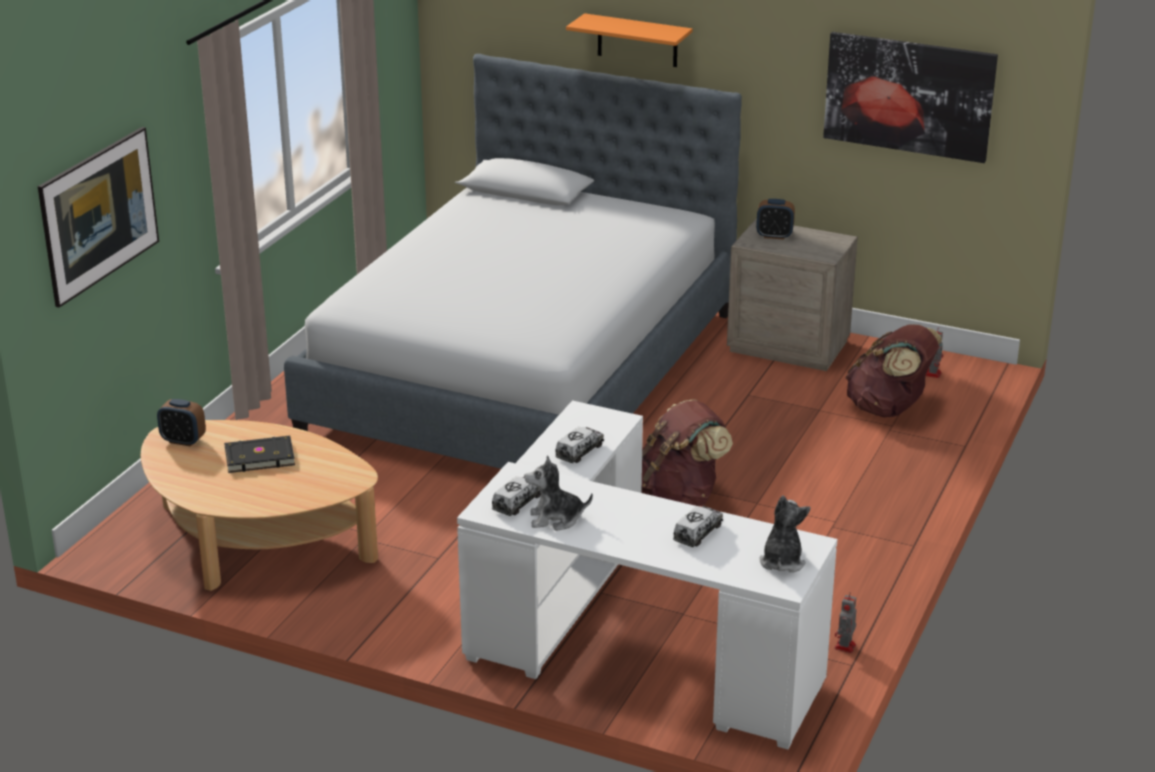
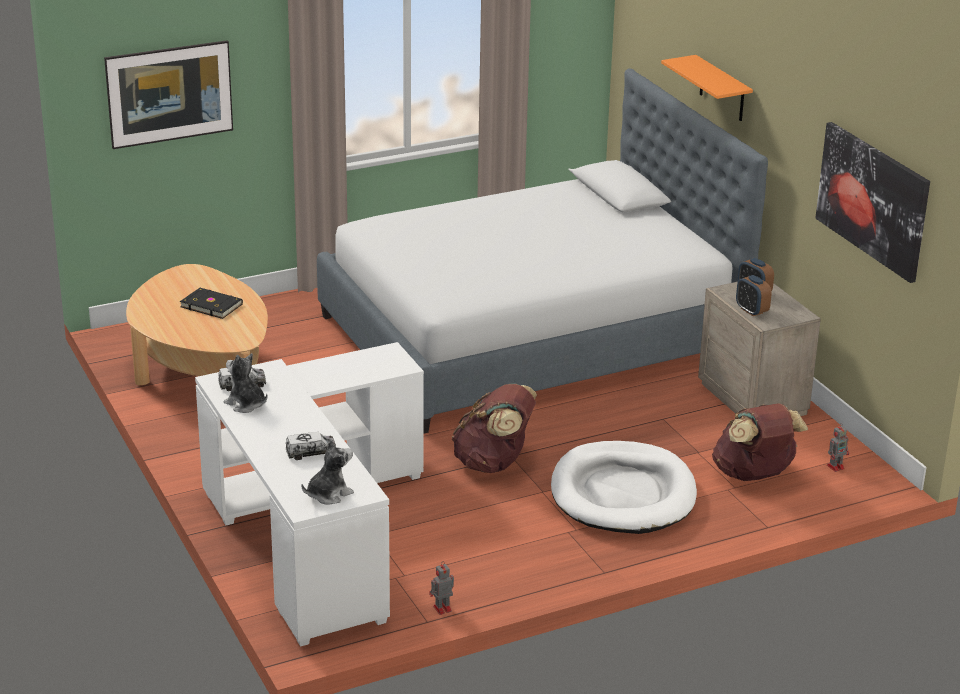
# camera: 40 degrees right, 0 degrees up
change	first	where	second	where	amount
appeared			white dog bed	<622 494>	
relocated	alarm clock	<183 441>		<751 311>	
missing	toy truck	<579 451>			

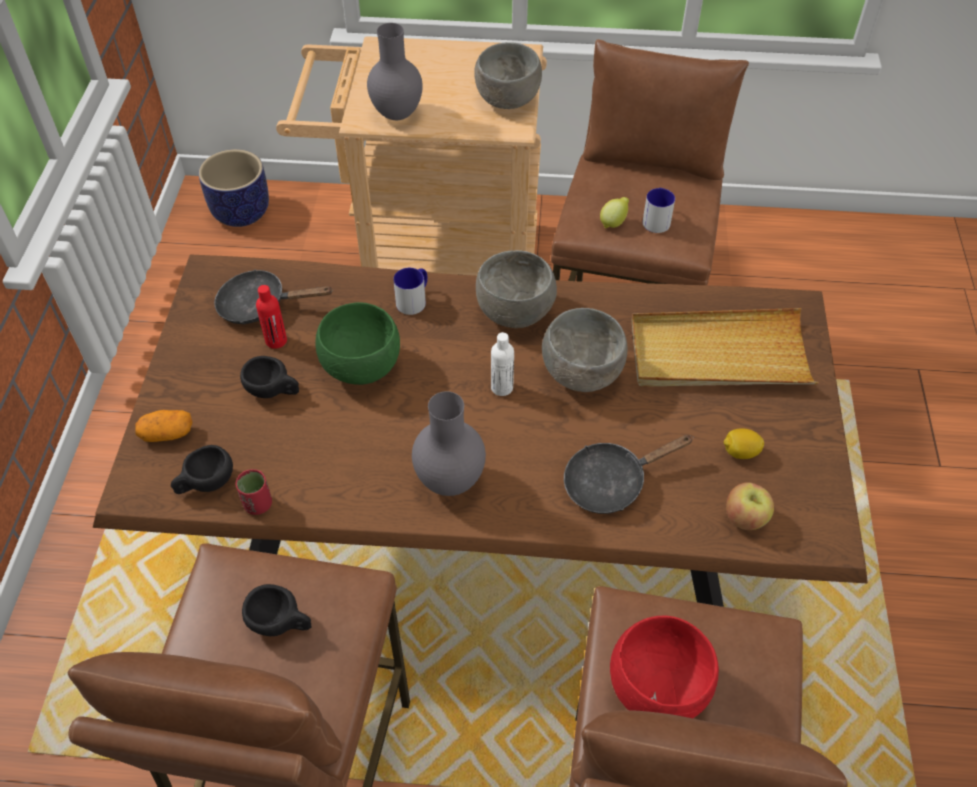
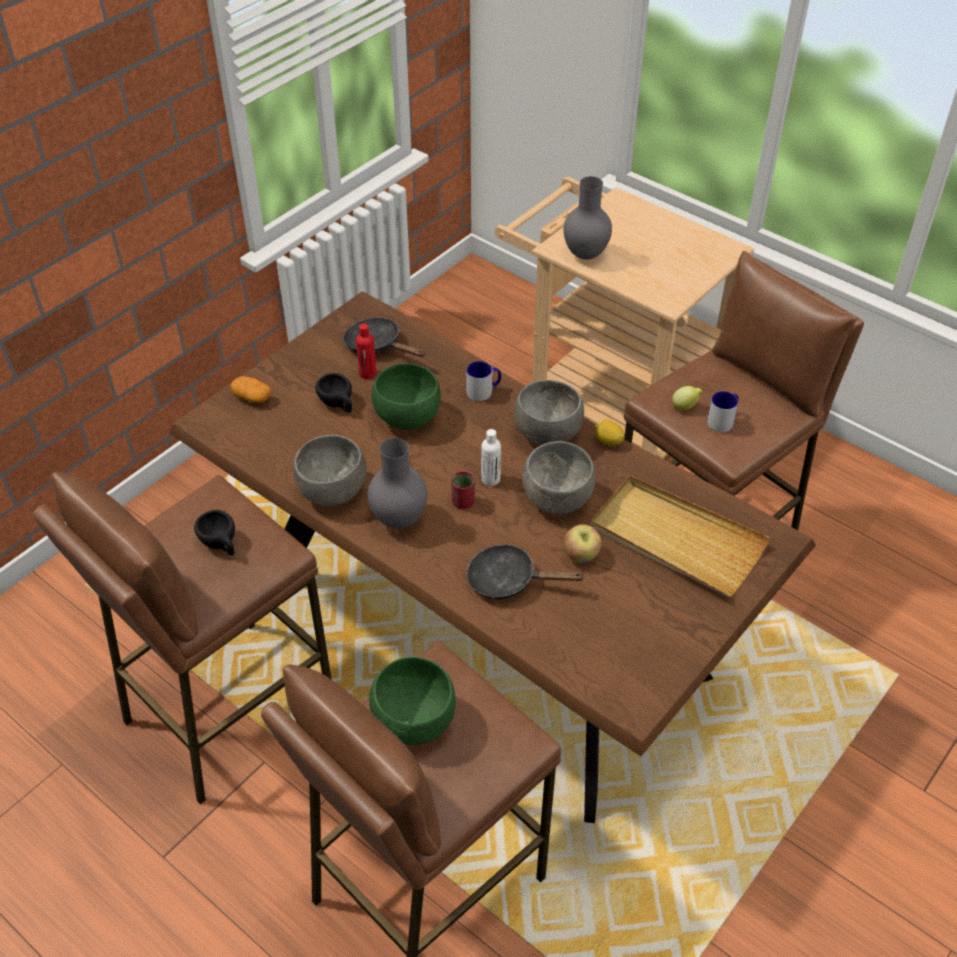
# camera: 35 degrees right, 5 degrees down
change	first	where	second	where	amount
relocated	grey bowl	<506 100>		<332 491>	
colour	red bowl	<657 690>	green bowl	<413 722>	
relocated	red cup	<258 504>		<463 502>	
relocated	apple	<745 518>		<581 555>	
relocated	lemon	<740 452>		<608 441>	
missing	black cup	<205 484>			
missing	planter	<242 212>			

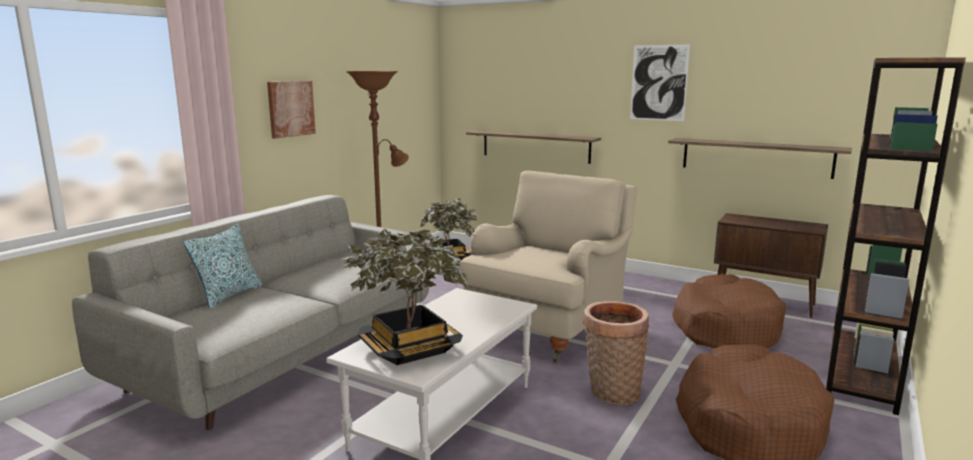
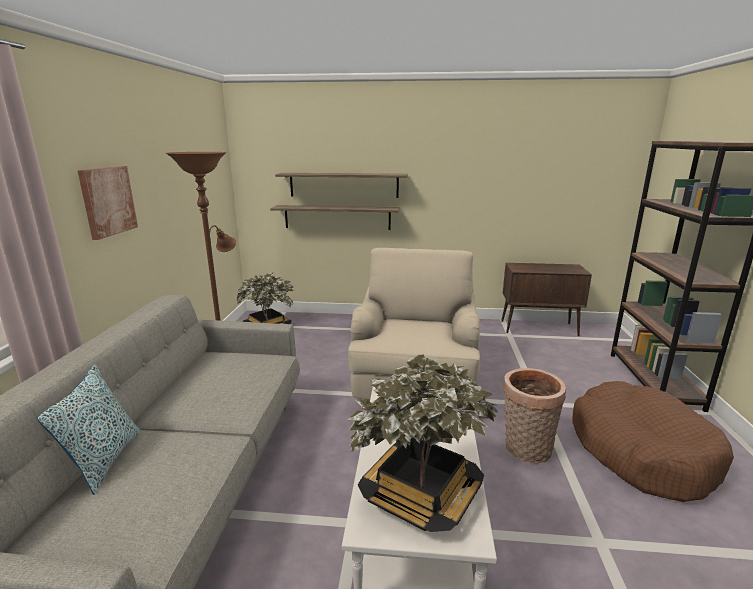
# camera: 25 degrees left, 5 degrees up
change	first	where	second	where	amount
relocated	shelf	<756 157>		<344 185>	
missing	picture	<659 83>			
missing	brown dog bed	<725 328>			

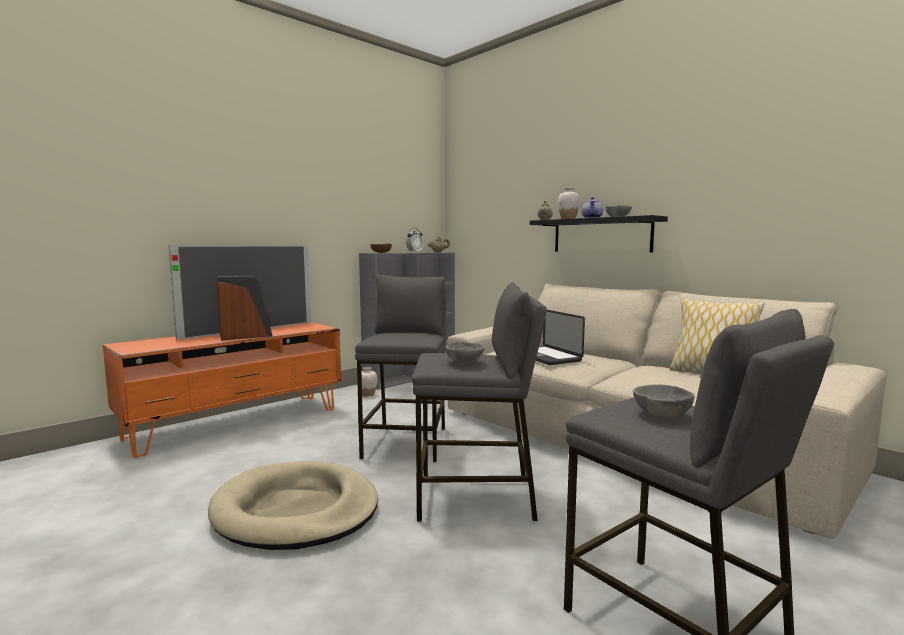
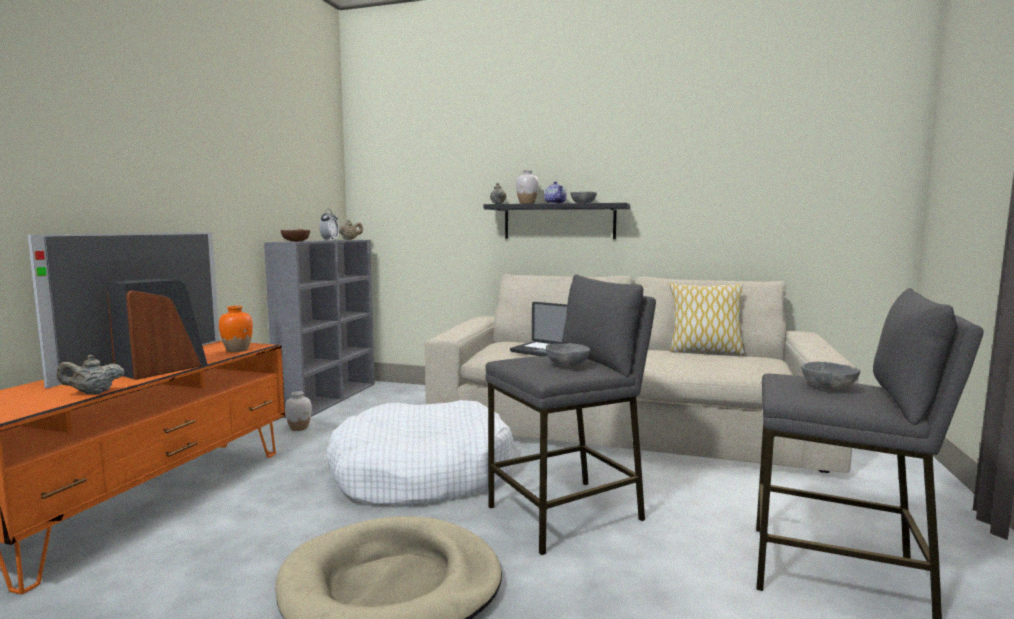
# camera: 30 degrees left, 0 degrees up
change	first	where	second	where	amount
appeared			beige teapot	<93 393>	
appeared			orange vase	<237 350>	
exchanged	grey stool	<407 442>	white dog bed	<422 474>	

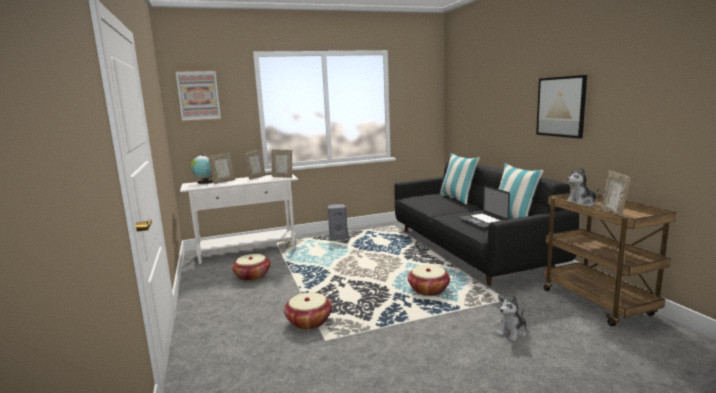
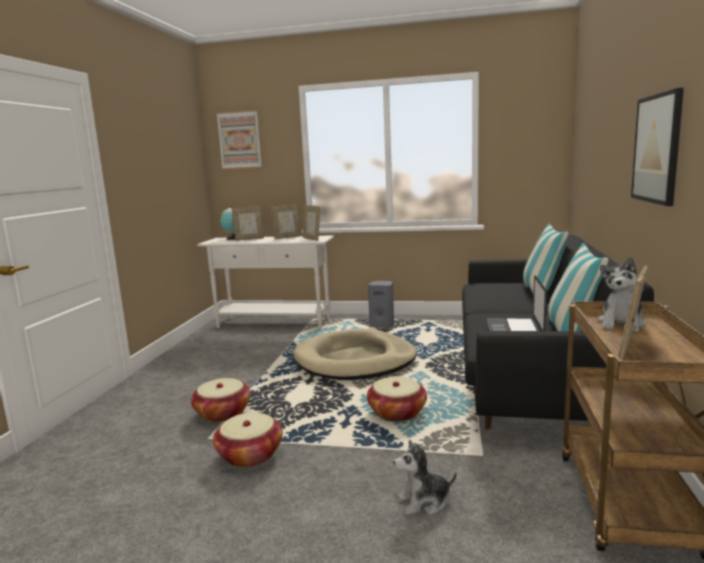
# camera: 30 degrees right, 0 degrees up
change	first	where	second	where	amount
relocated	basket	<252 276>		<250 455>	
appeared			beige dog bed	<355 360>	
spun	plush toy	<581 204>		<621 323>	75 degrees counterclockwise

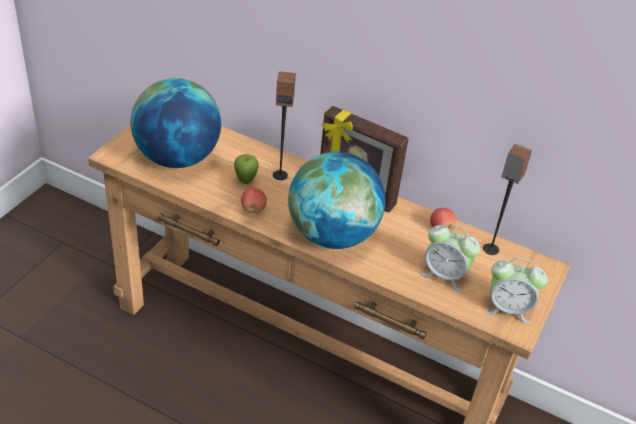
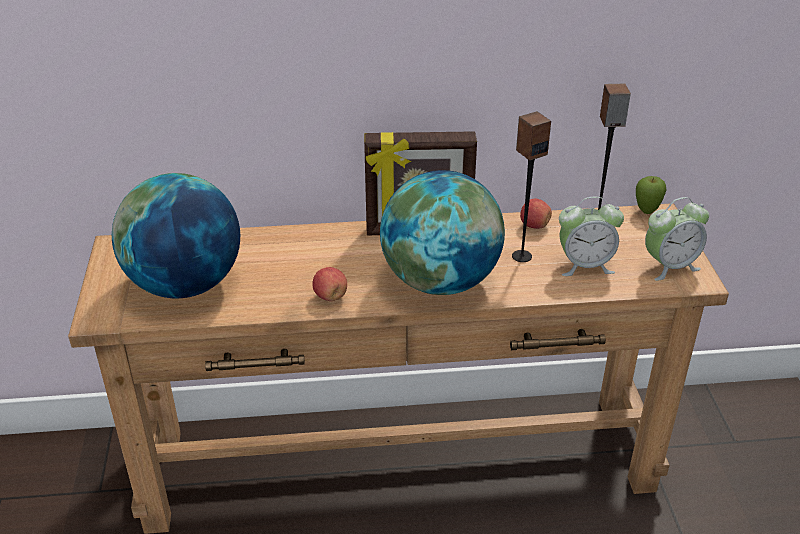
# camera: 30 degrees left, 5 degrees down
change	first	where	second	where	amount
relocated	speaker	<280 175>		<521 256>	
relocated	apple	<245 181>		<646 211>	

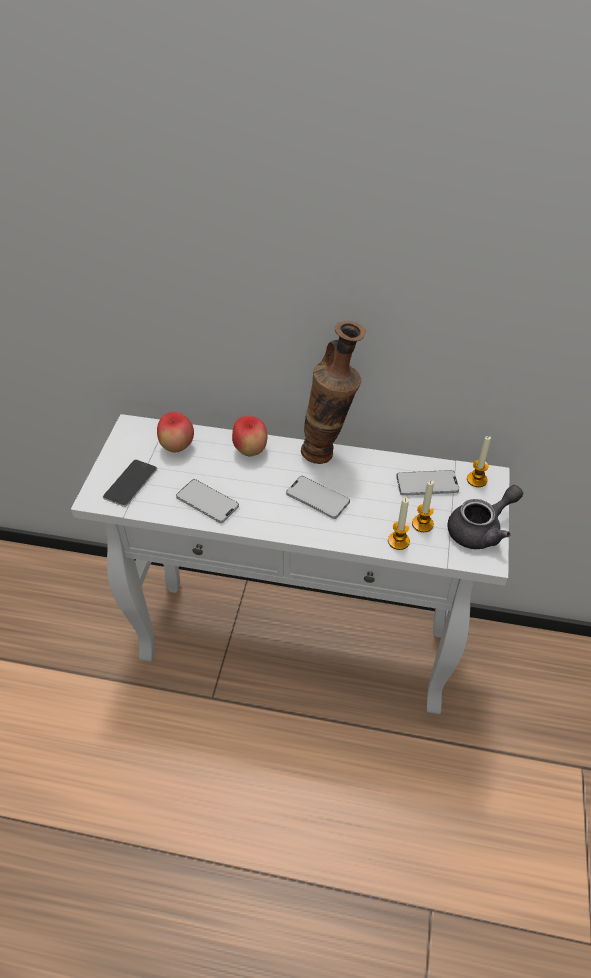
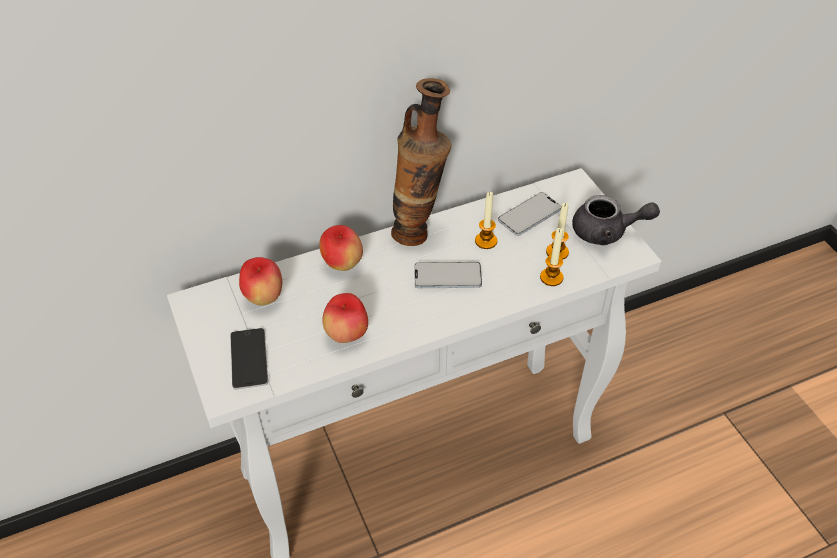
# camera: 35 degrees left, 0 degrees up
change	first	where	second	where	amount
exchanged	phone	<207 502>	apple	<347 335>	
relocated	candle	<476 480>		<486 241>	
spun	grey teapot	<480 529>		<607 232>	75 degrees clockwise

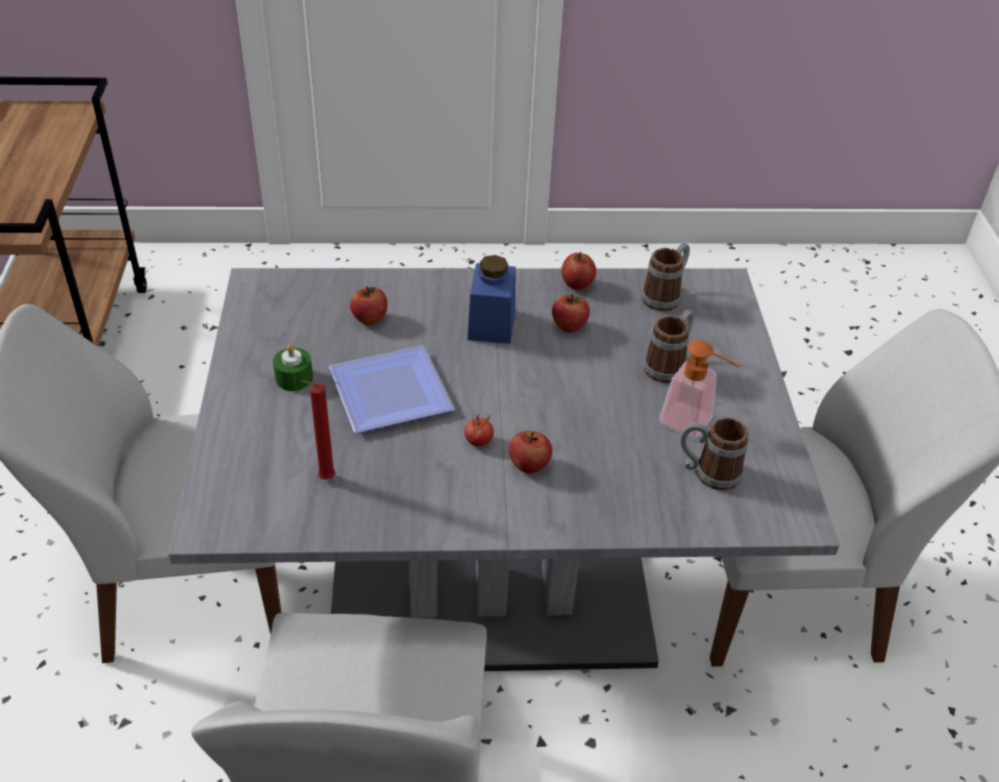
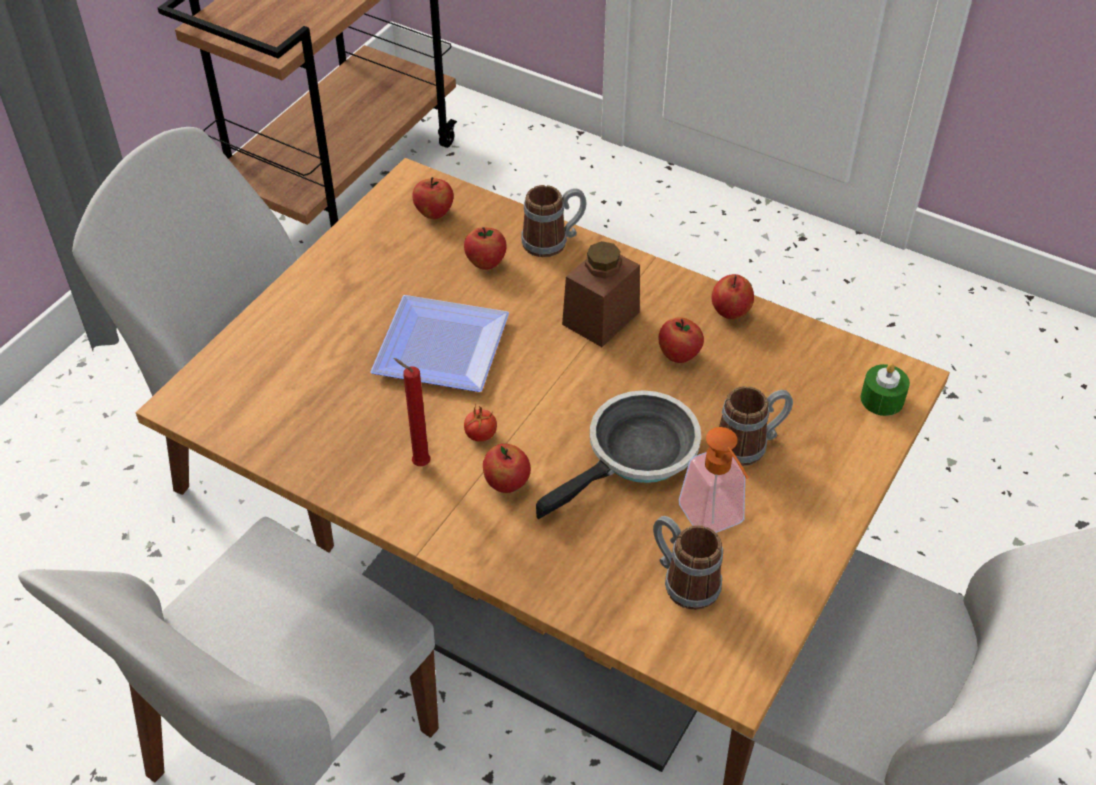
# camera: 35 degrees right, 5 degrees up
change	first	where	second	where	amount
colour	grey dining table	<490 597>	brown dining table	<548 609>	
relocated	red candle	<324 478>		<418 463>	
appeared			apple	<434 213>	
relocated	mug	<665 296>		<553 241>	
appeared			frying pan	<636 455>	
colour	blue jar	<491 324>	brown jar	<601 318>	
relocated	green candle	<294 378>		<882 399>	

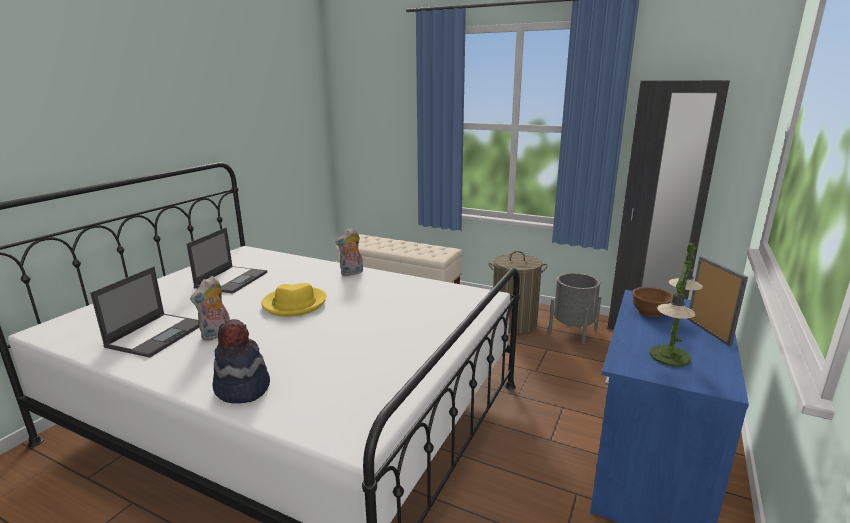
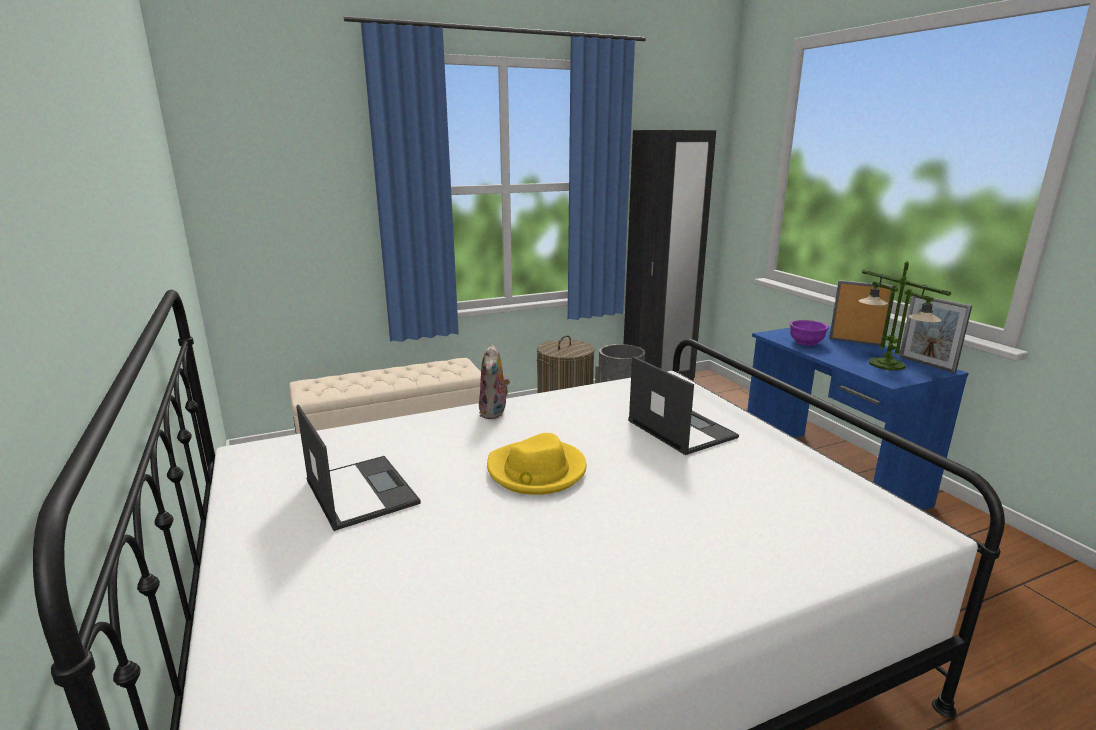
# camera: 50 degrees left, 0 degrees up
change	first	where	second	where	amount
relocated	laptop	<157 334>		<680 428>	
colour	brown bowl	<650 312>	purple bowl	<806 342>	
appeared			picture frame	<926 364>	
missing	plush toy	<217 335>			
missing	hat	<242 388>			

